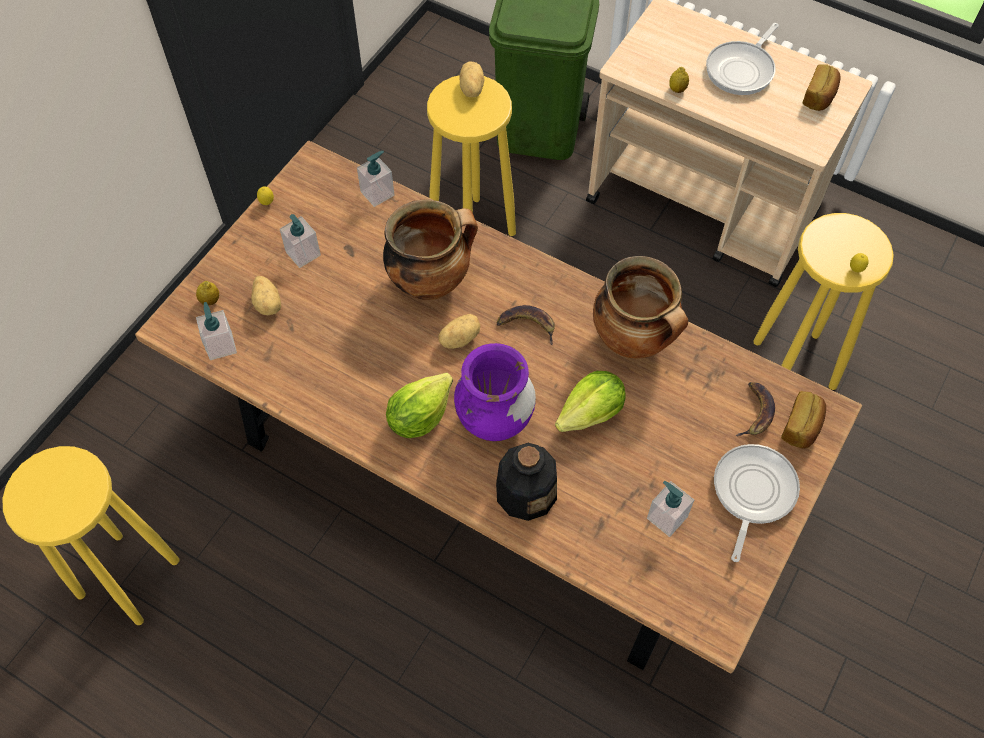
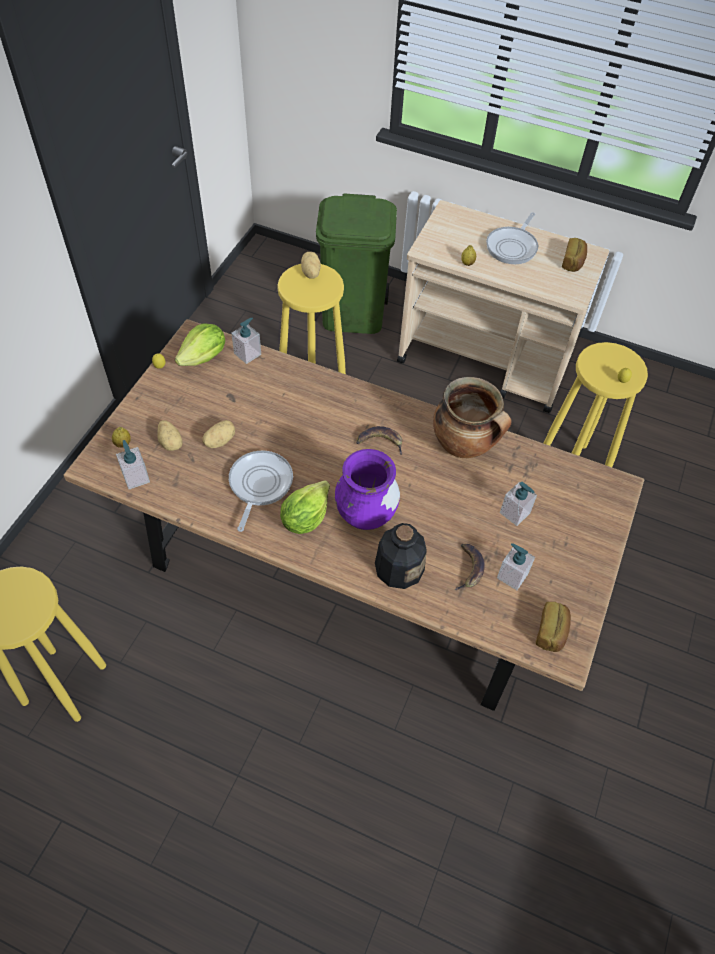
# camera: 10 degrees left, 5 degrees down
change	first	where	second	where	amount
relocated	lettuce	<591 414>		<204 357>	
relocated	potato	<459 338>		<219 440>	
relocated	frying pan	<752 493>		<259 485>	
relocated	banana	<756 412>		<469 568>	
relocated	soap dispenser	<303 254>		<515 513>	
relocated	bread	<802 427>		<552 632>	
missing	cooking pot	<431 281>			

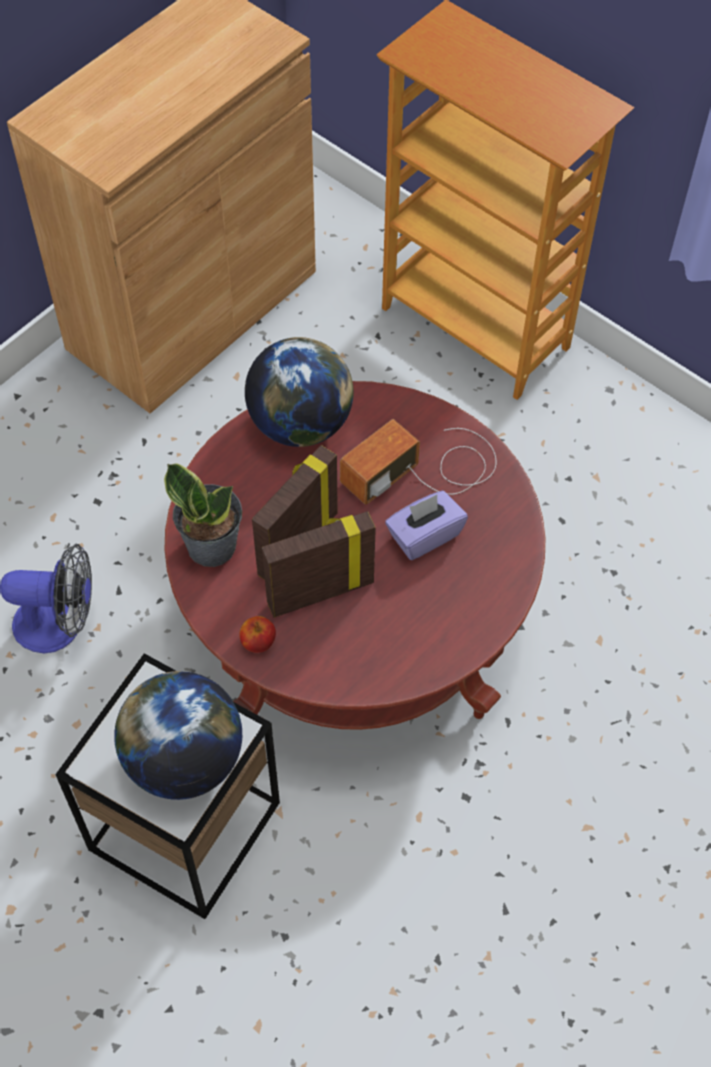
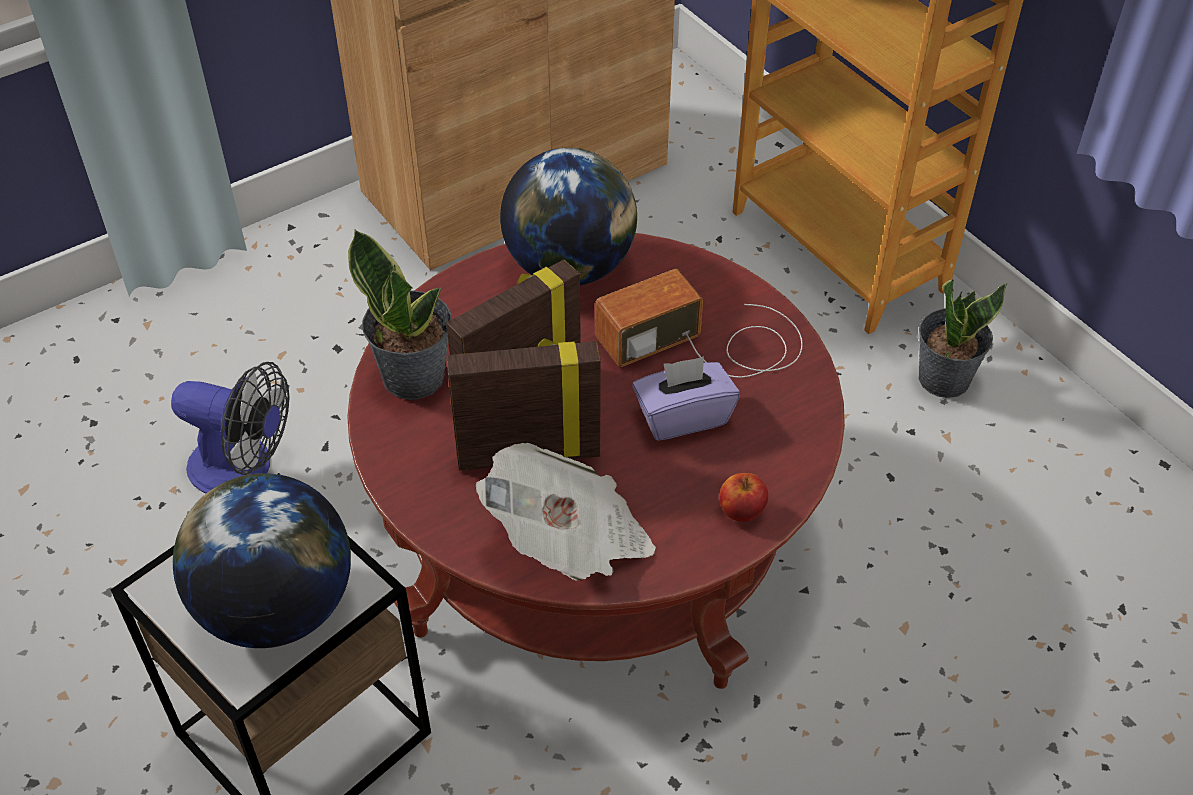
# camera: 15 degrees right, 10 degrees down
change	first	where	second	where	amount
appeared			newspaper	<569 540>	
relocated	apple	<258 642>		<741 511>	
appeared			potted plant	<943 378>	

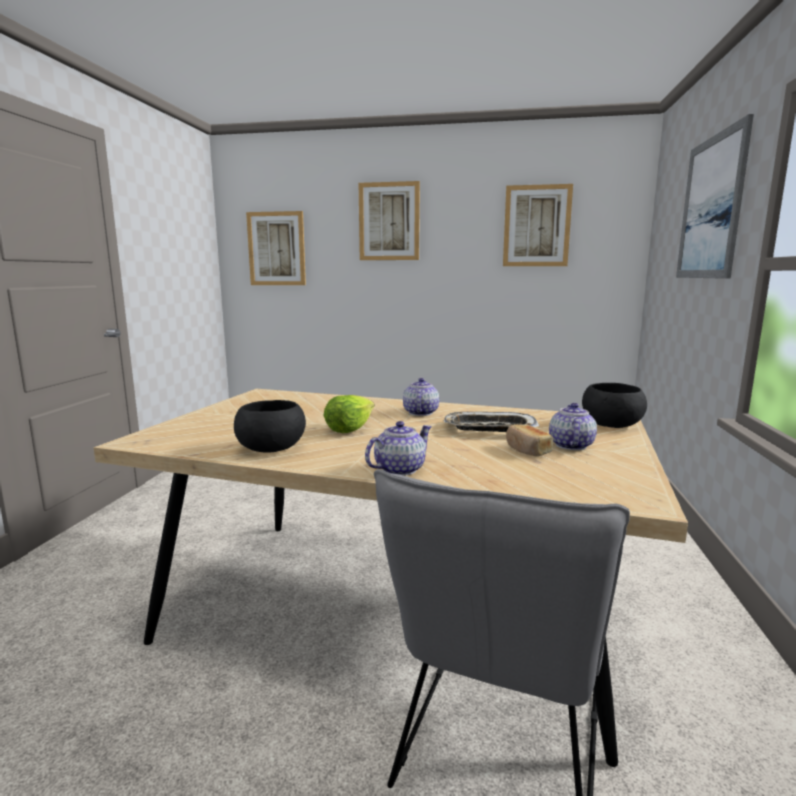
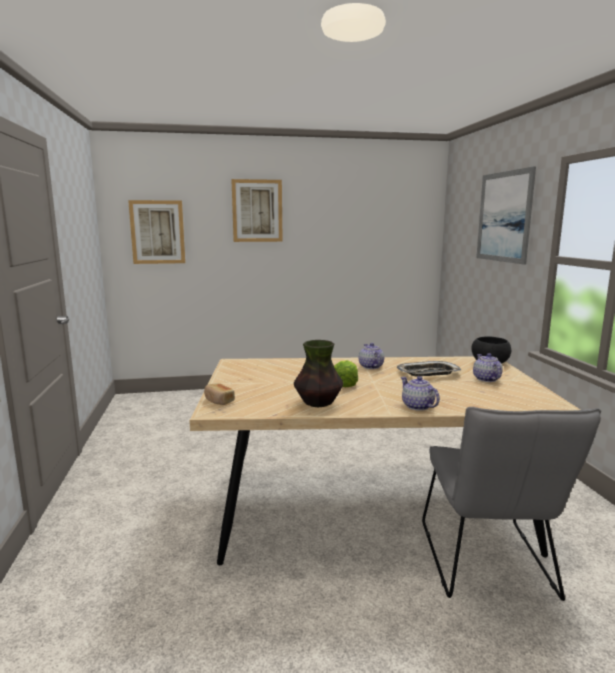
# camera: 20 degrees left, 0 degrees up
change	first	where	second	where	amount
relocated	bread	<527 450>		<218 401>	
exchanged	black bowl	<272 448>	vase	<318 403>	
spun	teapot	<399 469>		<417 406>	60 degrees counterclockwise
missing	picture	<536 226>			

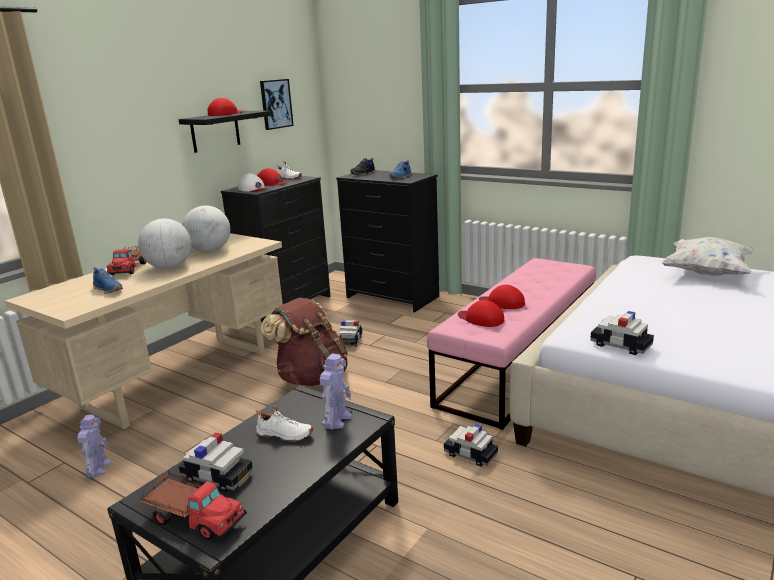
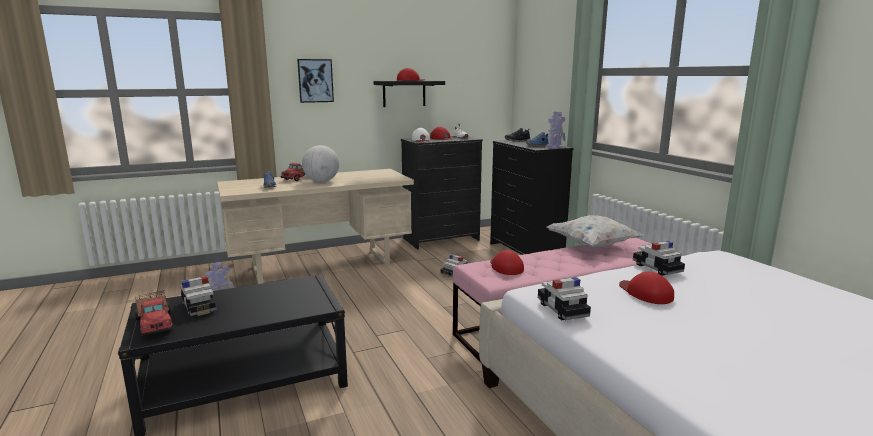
# camera: 30 degrees right, 5 degrees down
change	first	where	second	where	amount
relocated	picture	<275 104>		<315 80>	
relocated	toy robot	<337 419>		<555 147>	
relocated	white pillow	<707 273>		<593 246>	
relocated	red cap	<502 302>		<645 293>	
relocated	toy car	<470 454>		<657 268>	
missing	globe	<209 251>			
missing	white shoe	<284 435>			
missing	brown backpack	<311 377>			

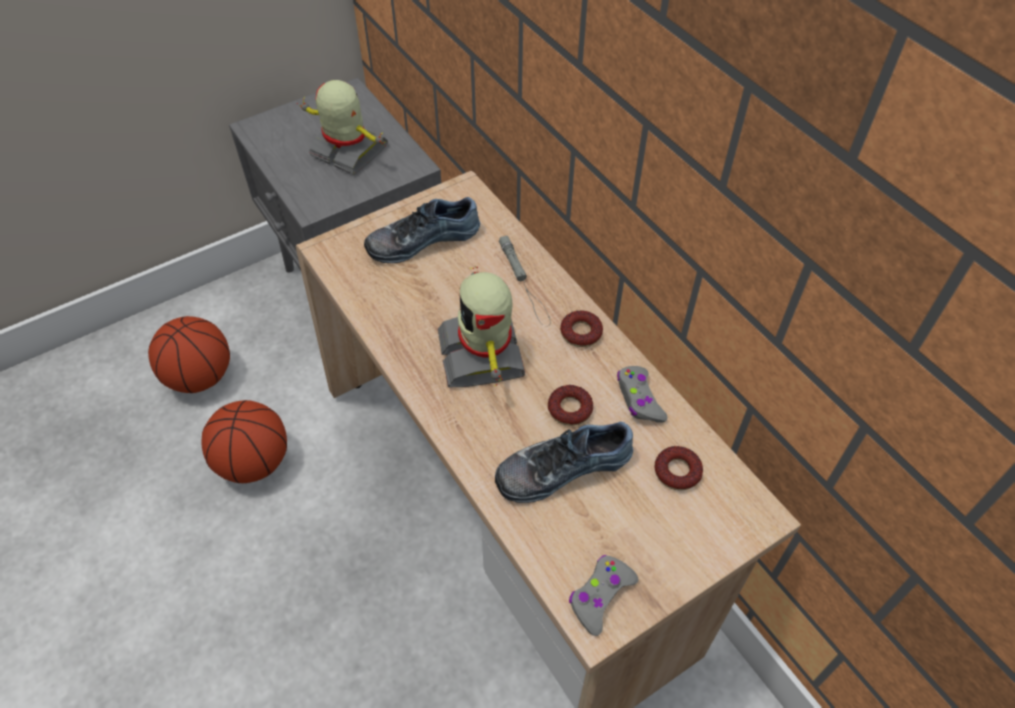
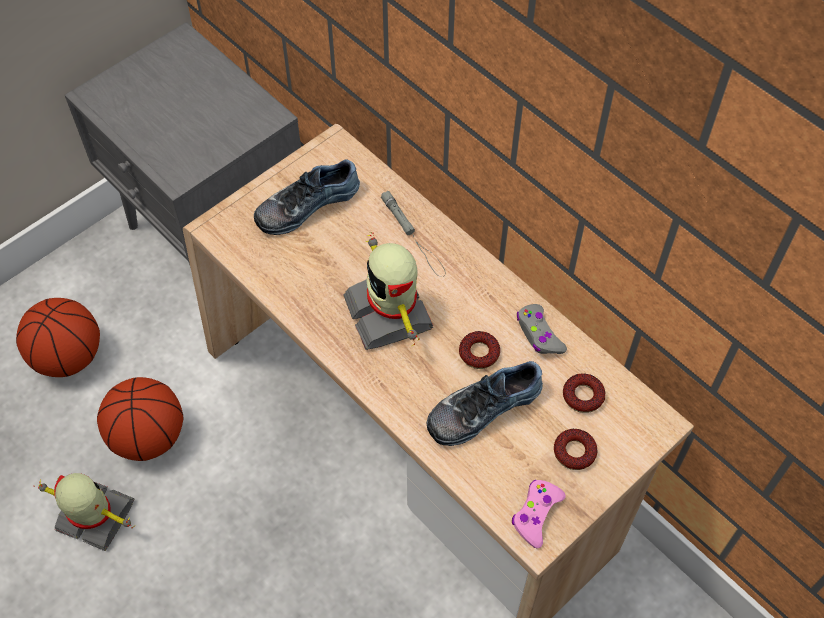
# camera: 10 degrees left, 5 degrees up
change	first	where	second	where	amount
relocated	toy robot	<348 152>		<95 518>	
colour	grey game controller	<600 596>	pink game controller	<536 515>	
relocated	donut	<581 332>		<574 452>	

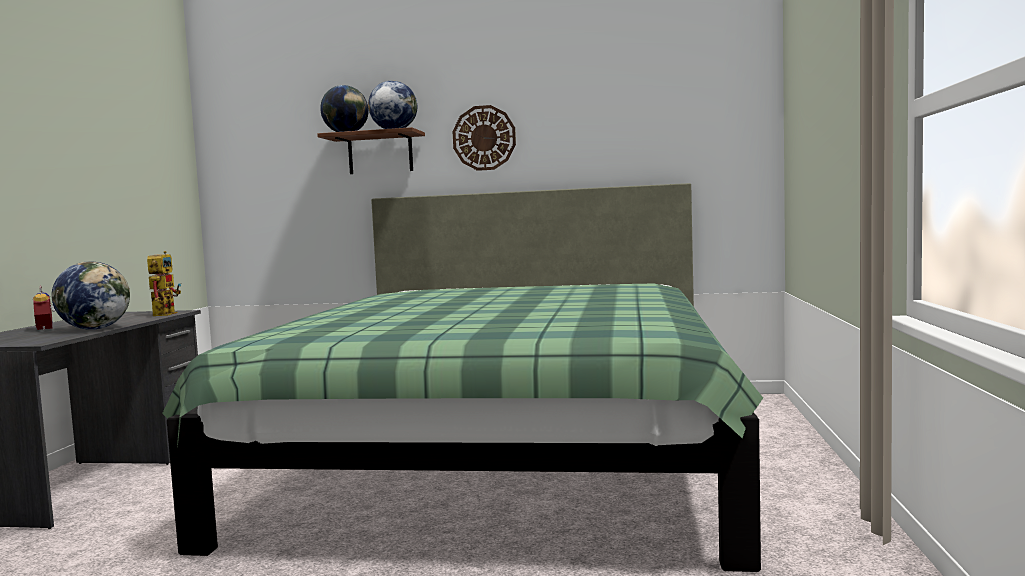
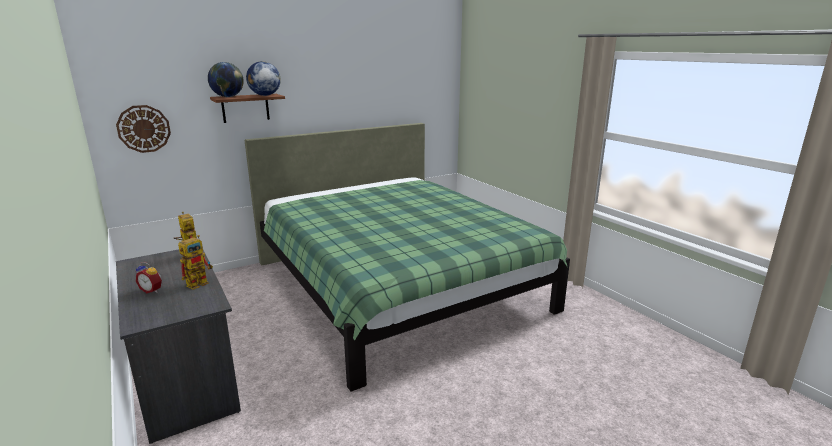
# camera: 40 degrees left, 15 degrees up
change	first	where	second	where	amount
relocated	wall clock	<484 138>		<144 129>	
exchanged	globe	<95 329>	toy robot	<200 282>	

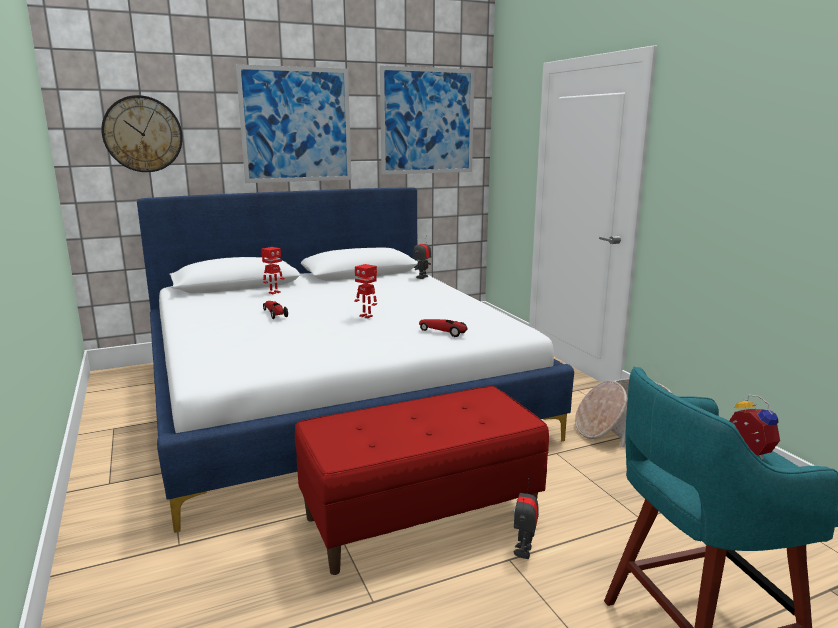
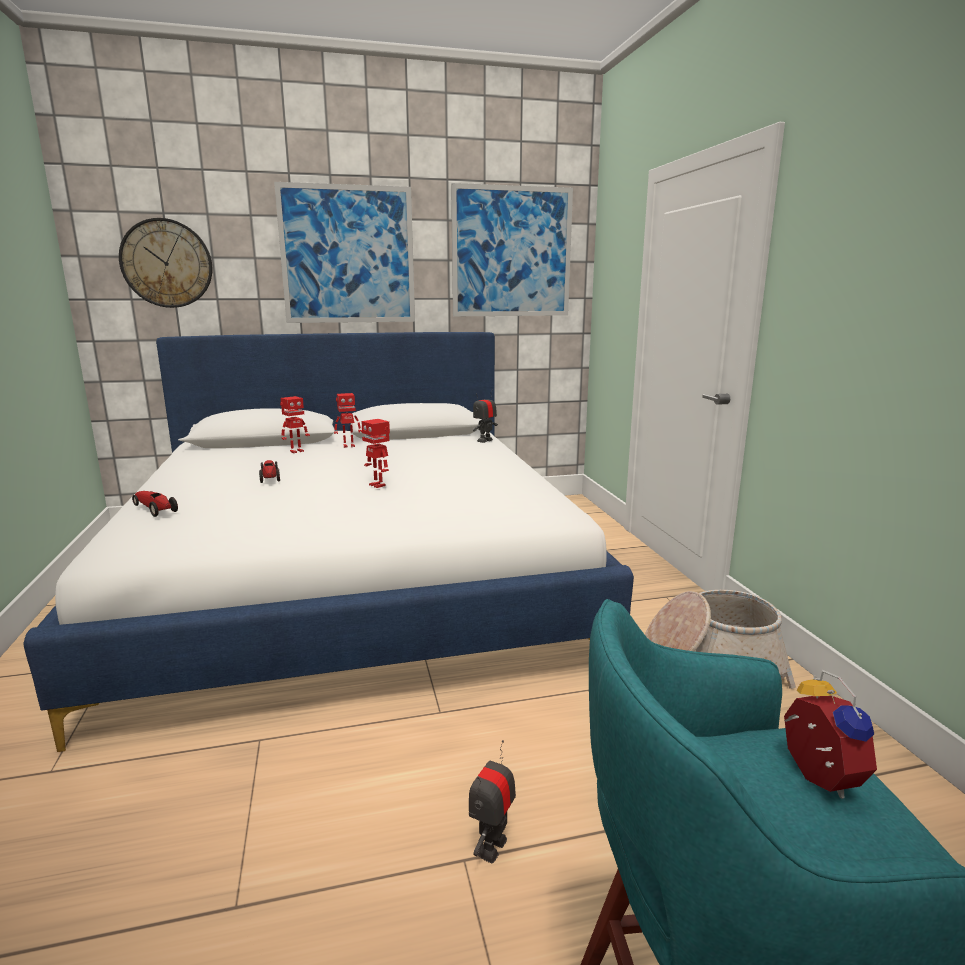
# camera: 10 degrees right, 0 degrees up
change	first	where	second	where	amount
relocated	toy car	<443 332>		<155 509>	
appeared			toy robot	<348 446>	
missing	red bench	<421 516>			

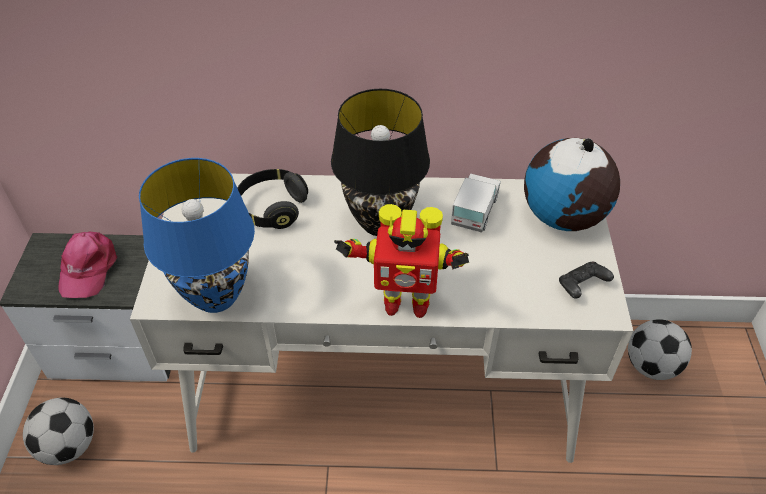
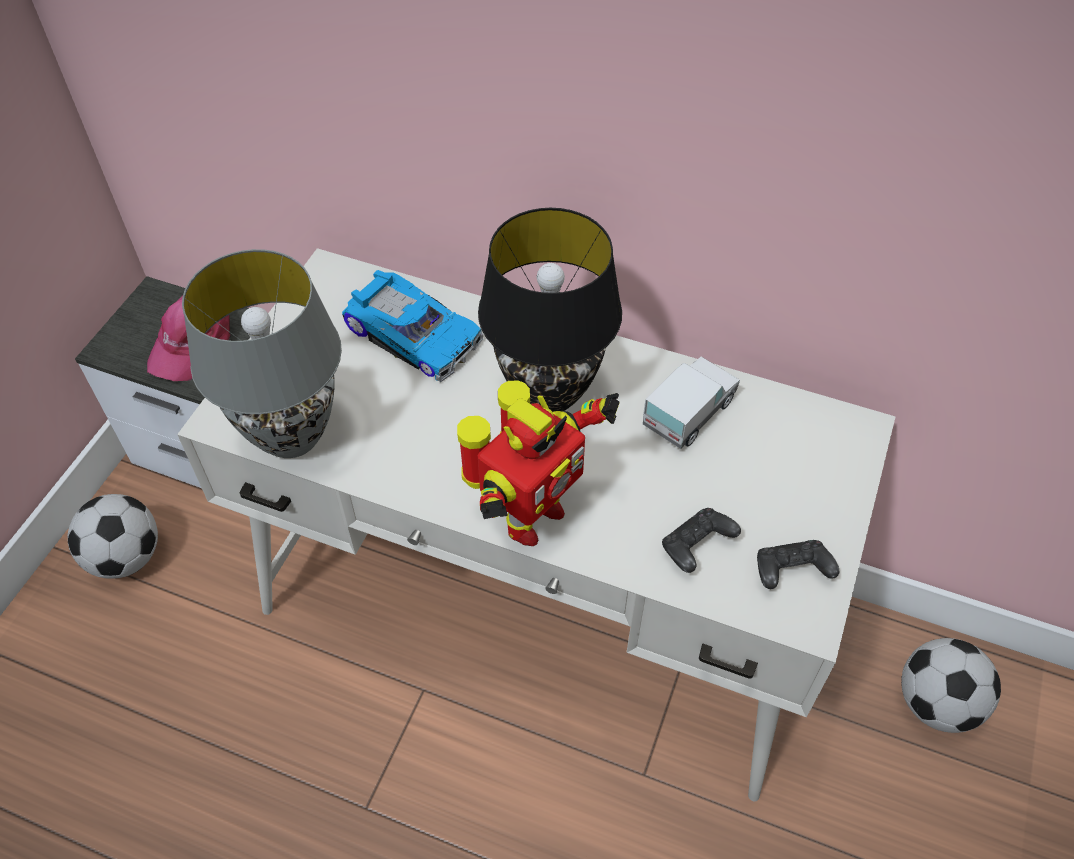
# camera: 20 degrees right, 5 degrees up
change	first	where	second	where	amount
colour	blue table lamp	<216 298>	grey table lamp	<290 437>	
exchanged	black headphones	<272 208>	toy car	<415 333>	
spun	toy robot	<404 302>		<529 518>	75 degrees counterclockwise
appeared			black game controller	<696 547>	
missing	globe	<563 217>			

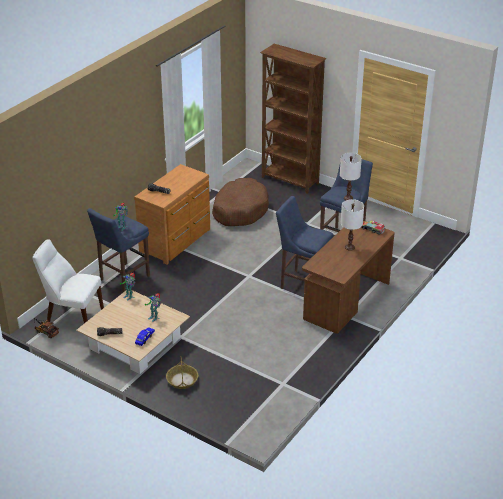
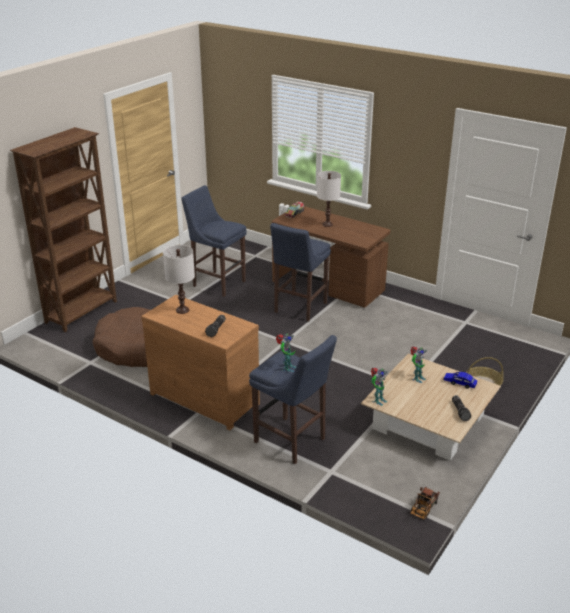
# camera: 90 degrees left, 5 degrees down
change	first	where	second	where	amount
relocated	white table lamp	<348 198>		<182 310>	
missing	white chair	<72 316>			

